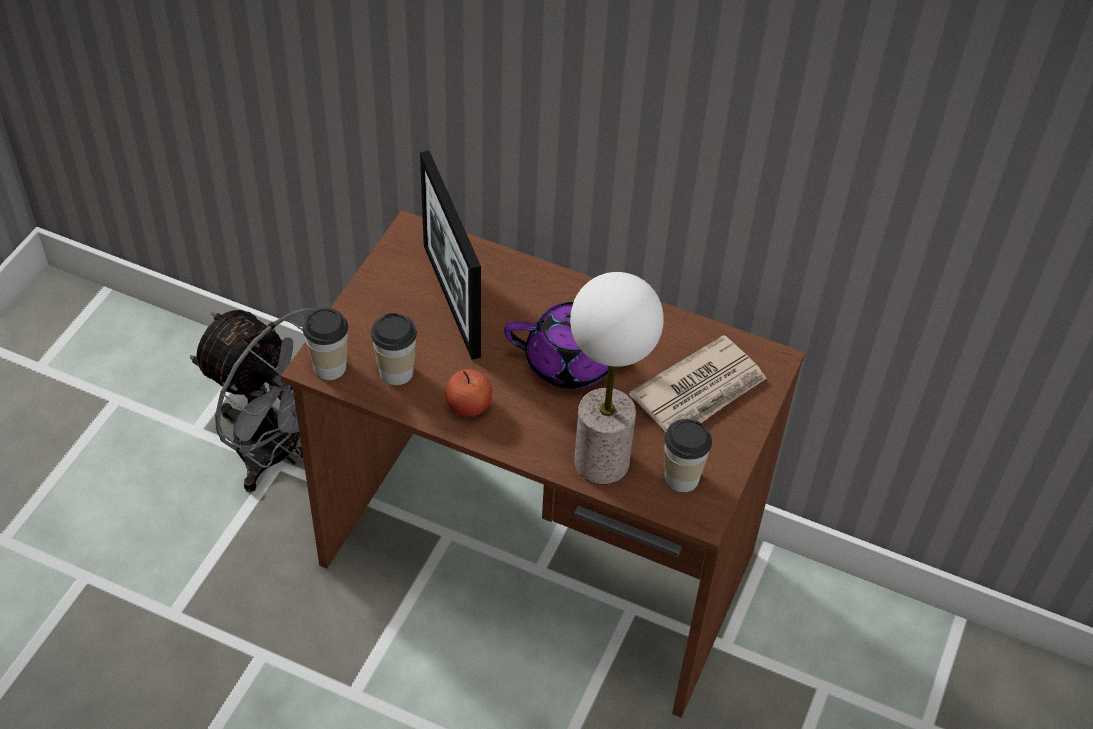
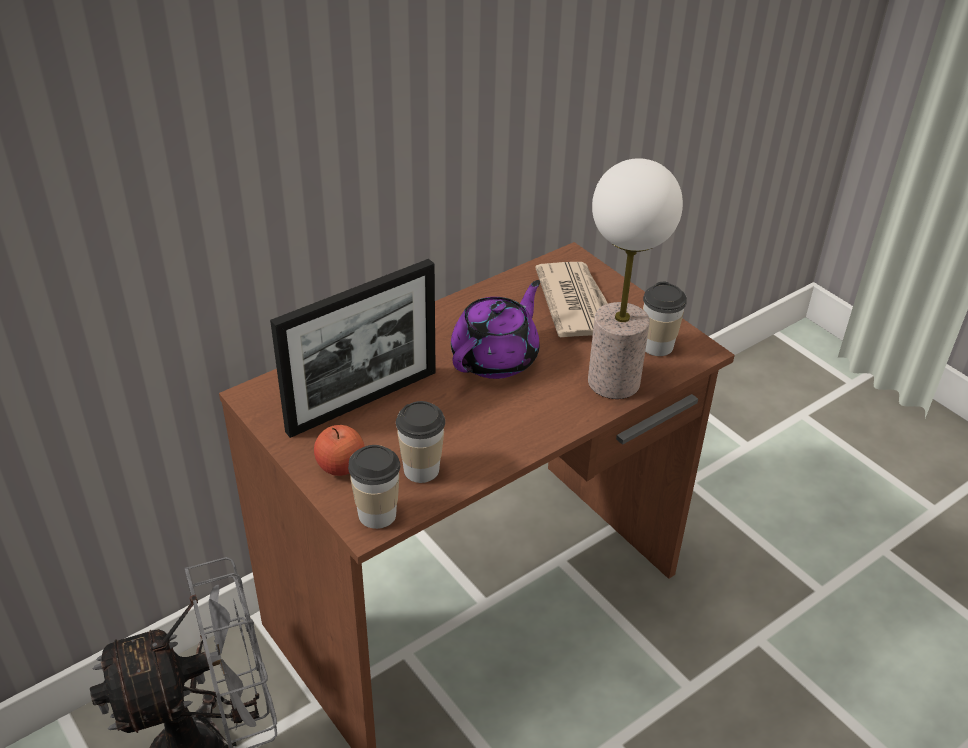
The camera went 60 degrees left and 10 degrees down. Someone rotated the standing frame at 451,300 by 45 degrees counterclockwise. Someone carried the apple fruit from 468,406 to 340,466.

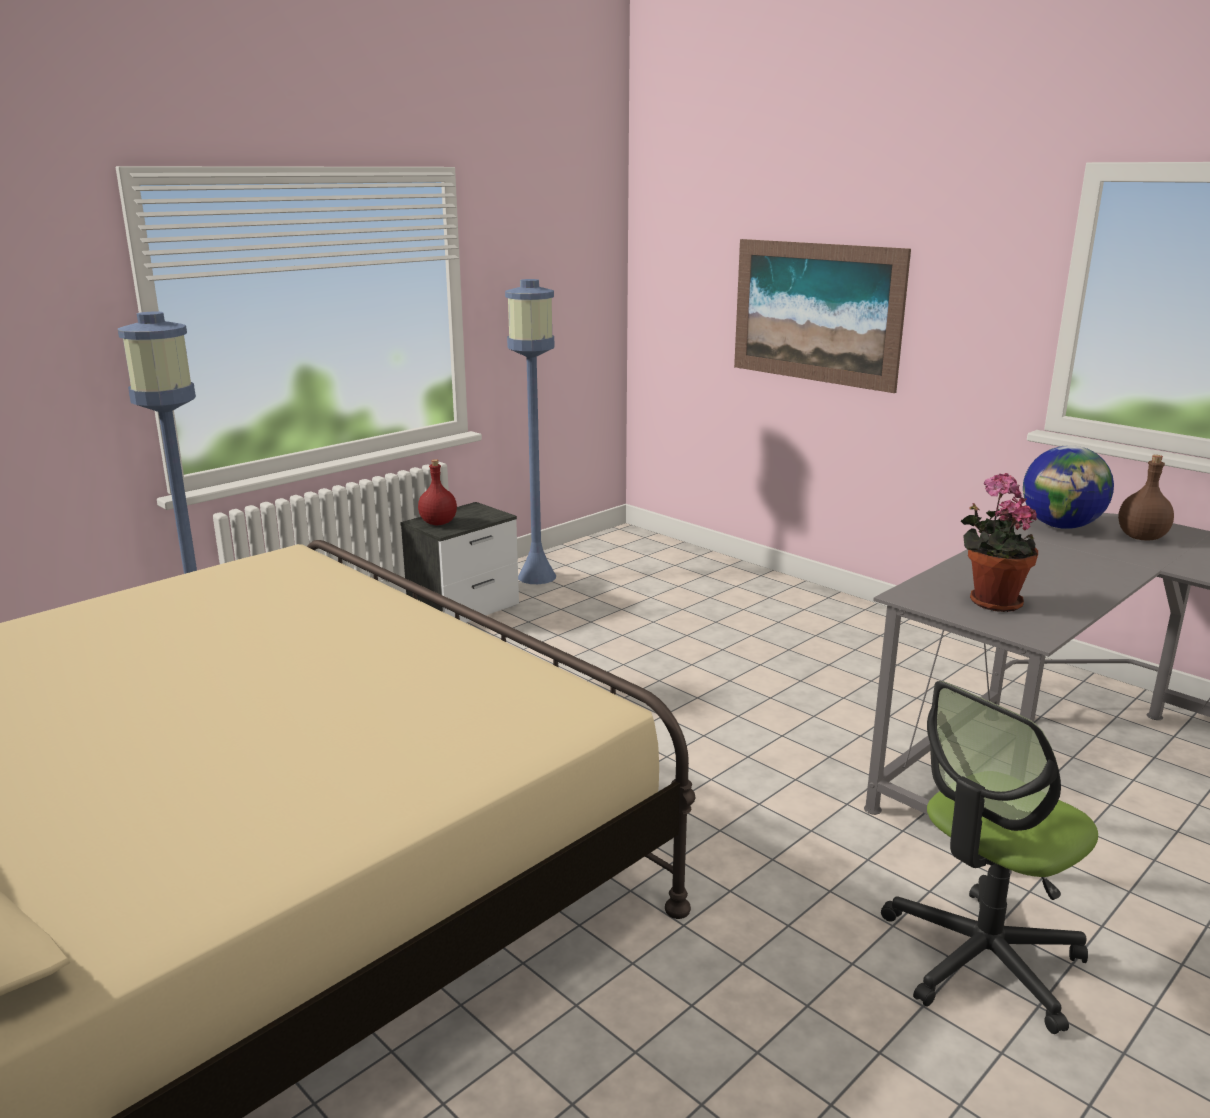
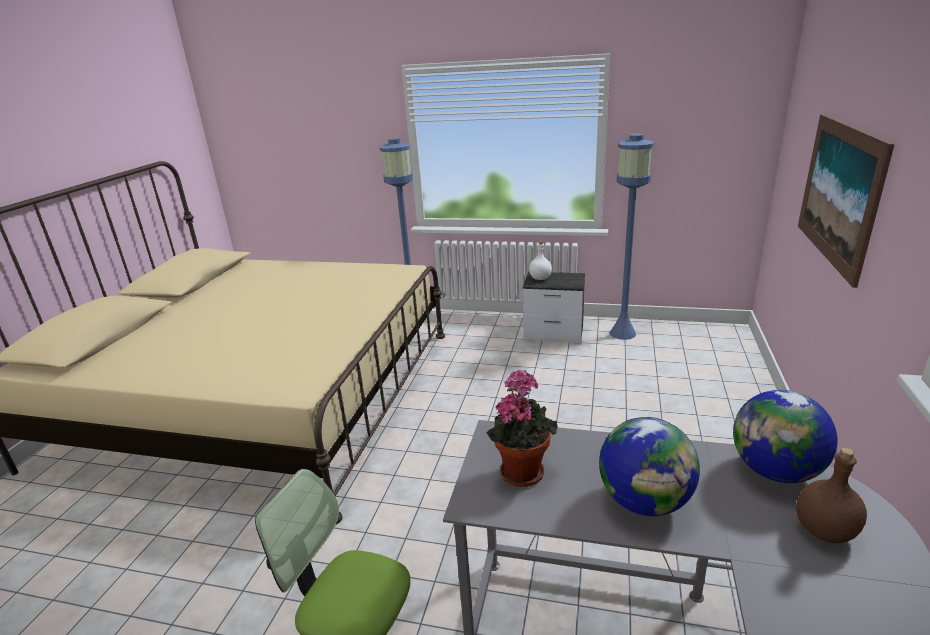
The camera went 60 degrees right and 5 degrees up. Someone repainted the bottle (reddish) at 439,523, which became the bottle (white-coloured) at 540,278. Someone put down the desk globe at 644,501.

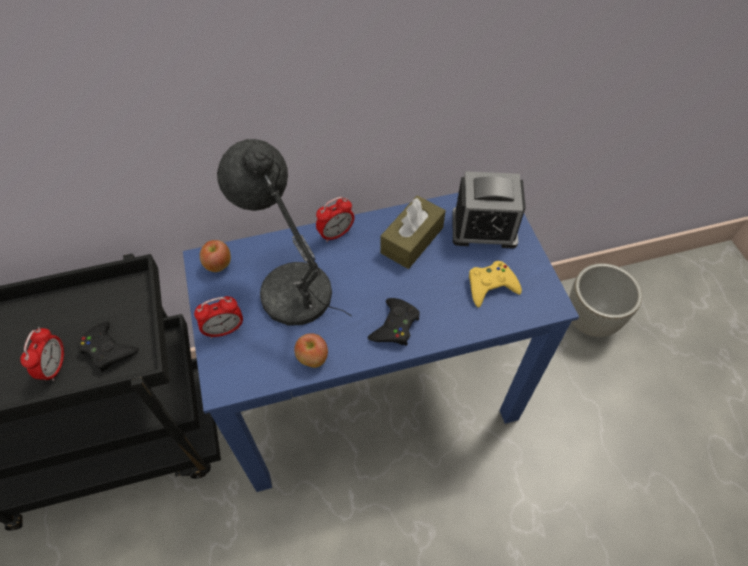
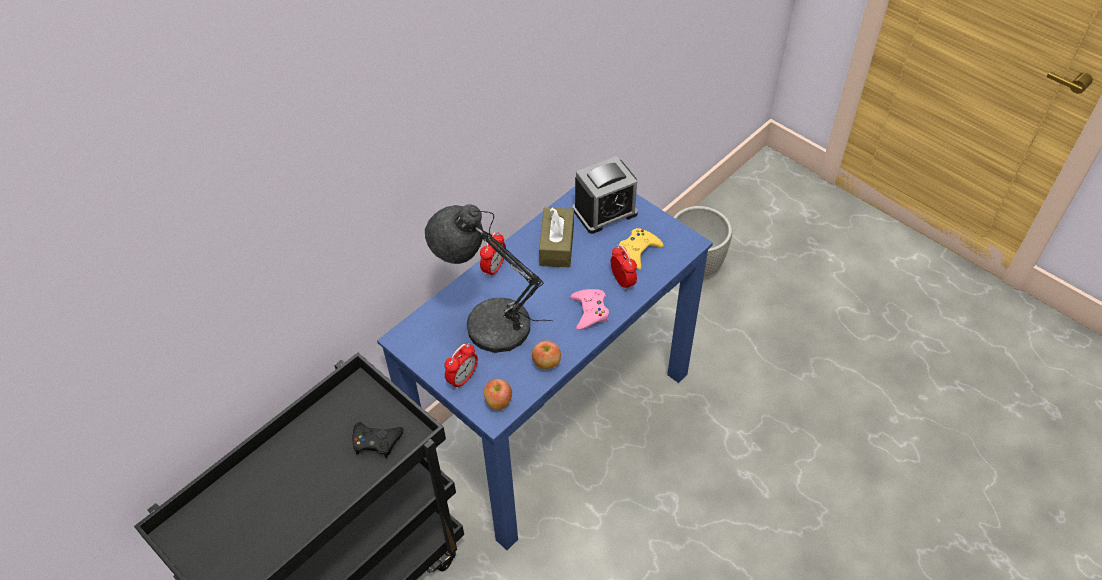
The camera went 30 degrees left and 5 degrees down. Someone carried the apple fruit from 218,265 to 498,402. Someone repainted the game controller (black-coloured) at 395,326, which became the game controller (pink-coloured) at 590,311. Someone carried the table clock from 55,367 to 622,281.

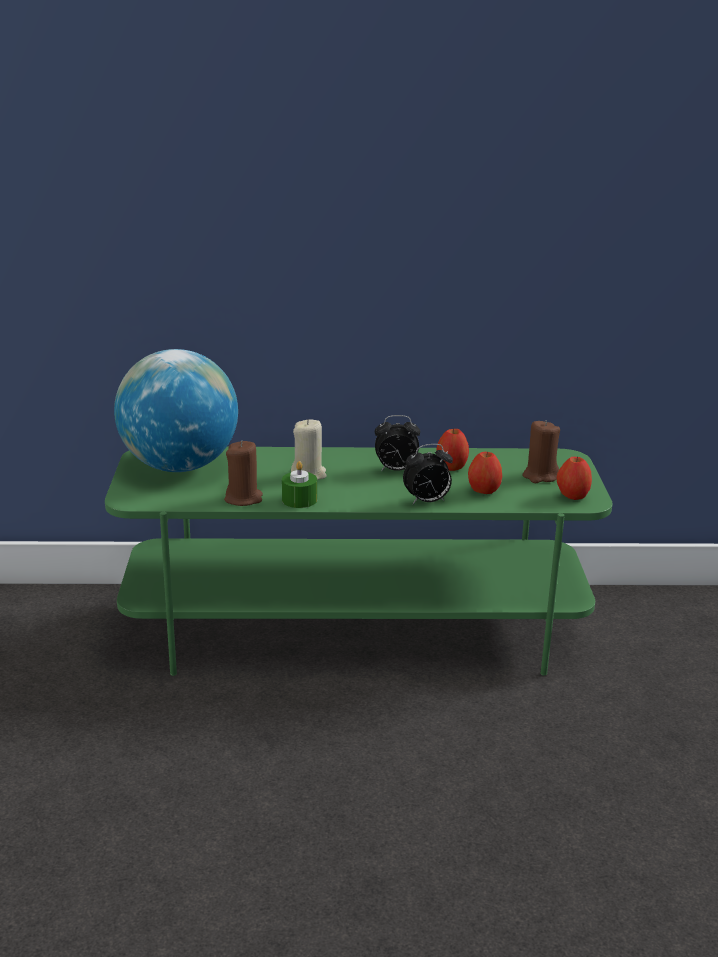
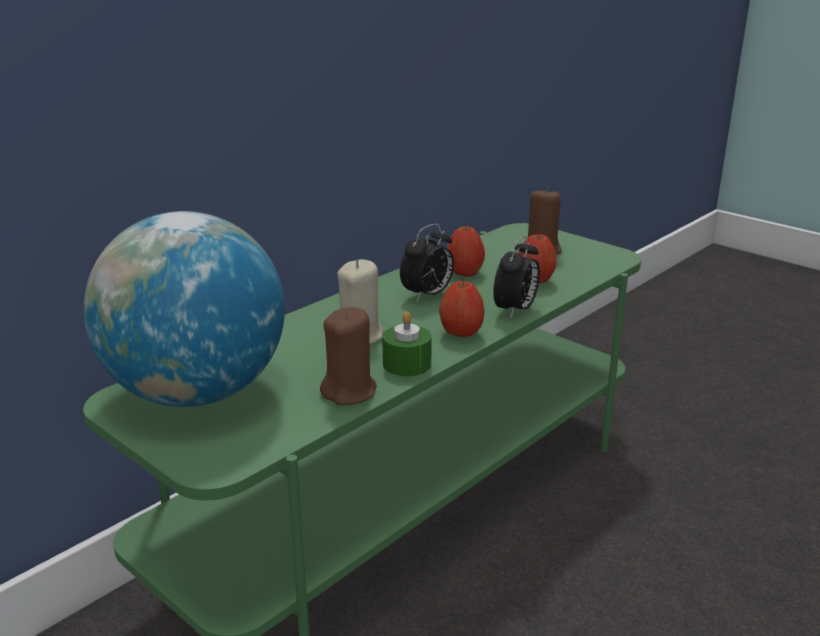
The camera went 45 degrees left and 0 degrees up. Someone carried the apple fruit from 572,496 to 461,333.

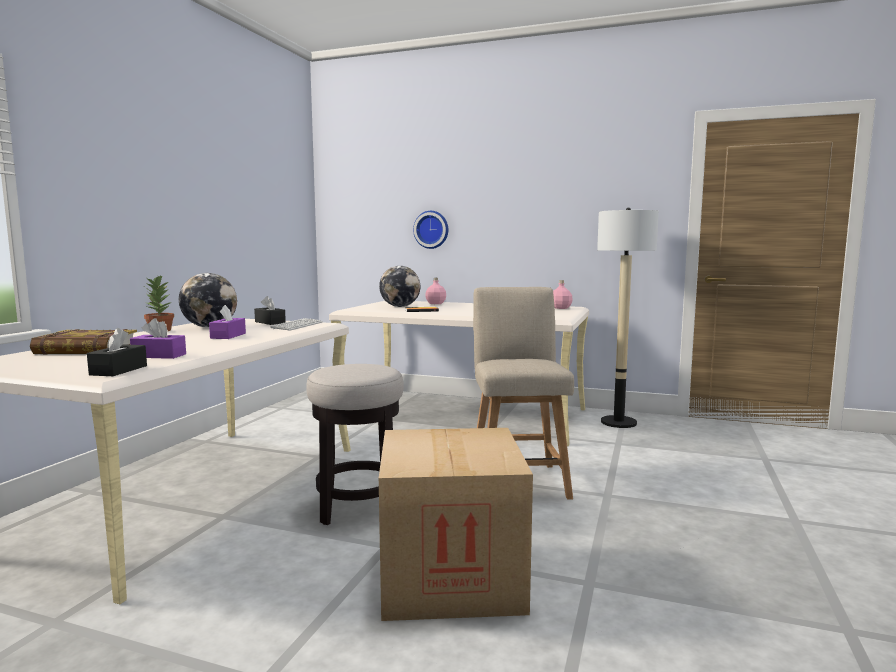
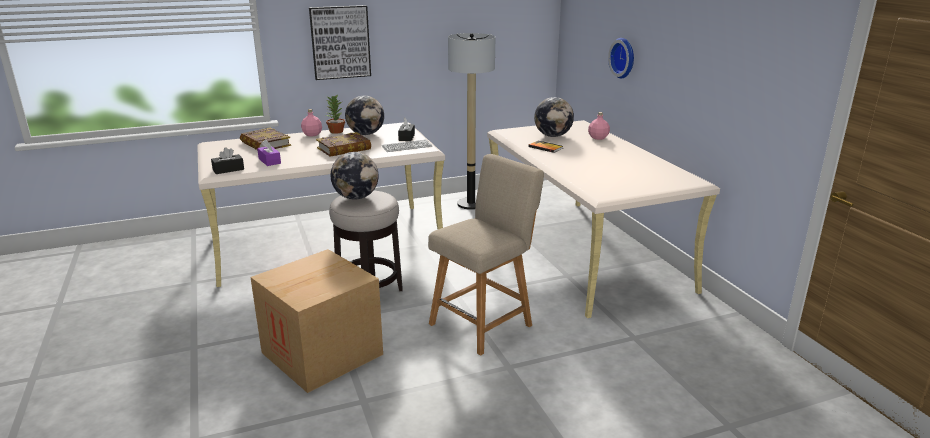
The camera went 50 degrees right and 15 degrees up. Someone carried the bottle (pink-coloured) from 560,308 to 312,134. Someone put up the wall art at 340,42. Someone swapped the tissue holder (purplish) at 228,336 for the book at 344,149. Someone put down the desk globe at 356,197. Someone carried the floor lamp from 618,422 to 471,204.

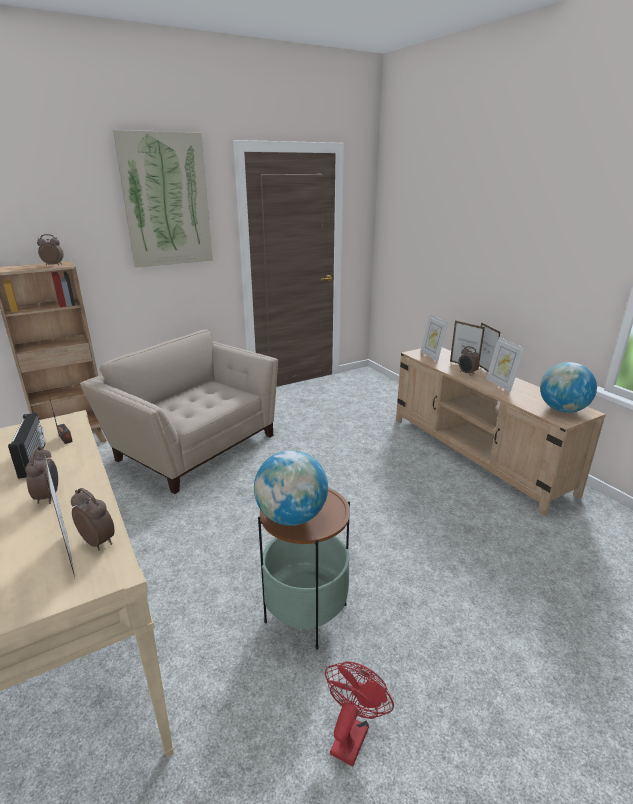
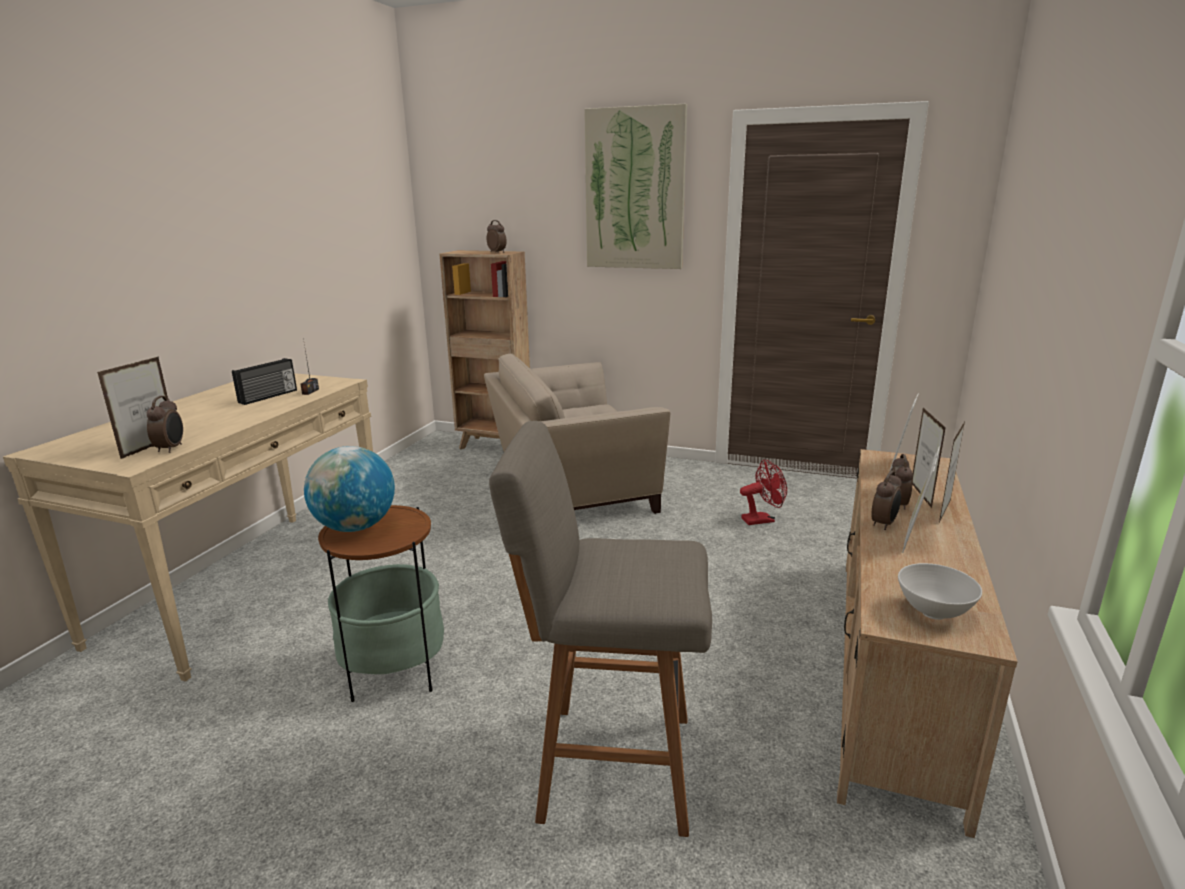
The camera went 50 degrees right and 5 degrees down. Someone rotated the armchair (sand-coloured) at 194,445 by 105 degrees counterclockwise. Someone put down the sitting stool (gray) at 610,765. Someone carried the fan (reddish) from 352,733 to 762,519. Someone carried the table clock from 49,497 to 884,524. Someone swapped the desk globe at 562,410 for the deep dish (white-coloured) at 933,612.

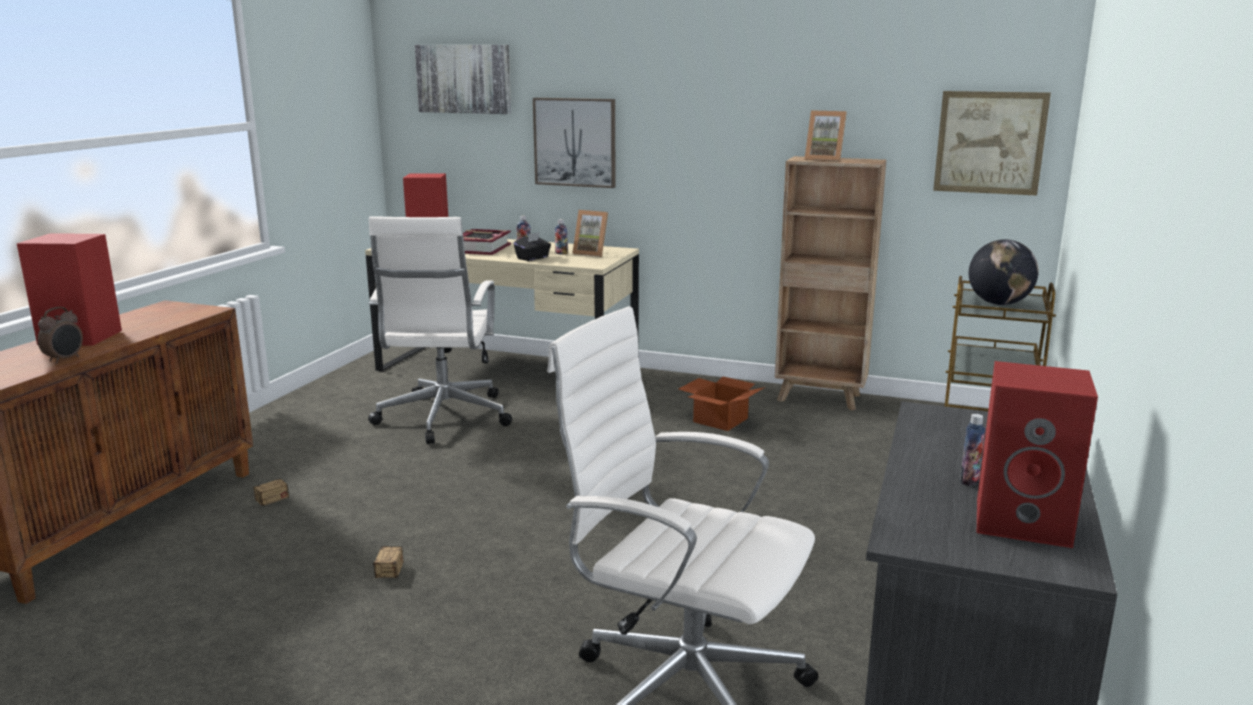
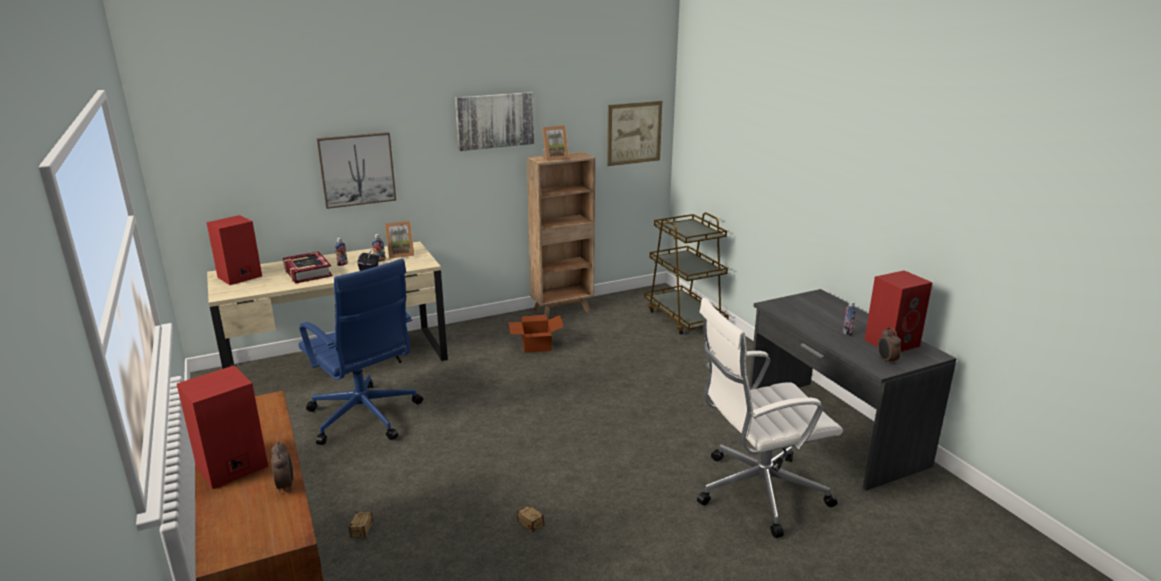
The camera went 45 degrees left and 5 degrees up. Someone repainted the computer chair (white-coloured) at 443,418, which became the computer chair (blue-coloured) at 365,417. Someone carried the wall art from 464,79 to 495,120. Someone put down the table clock at 886,361. Someone took away the desk globe at 999,304.

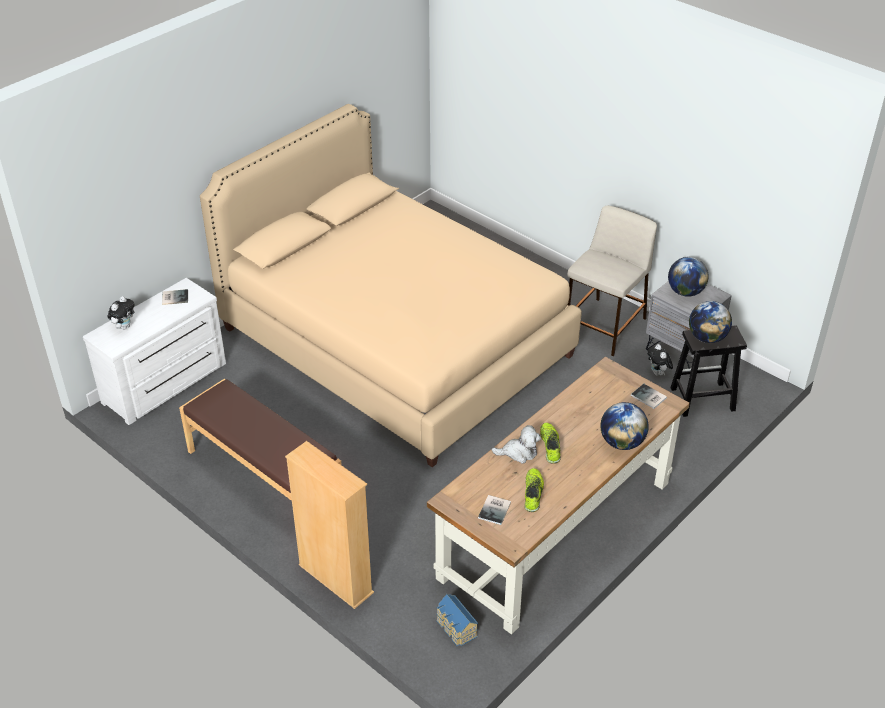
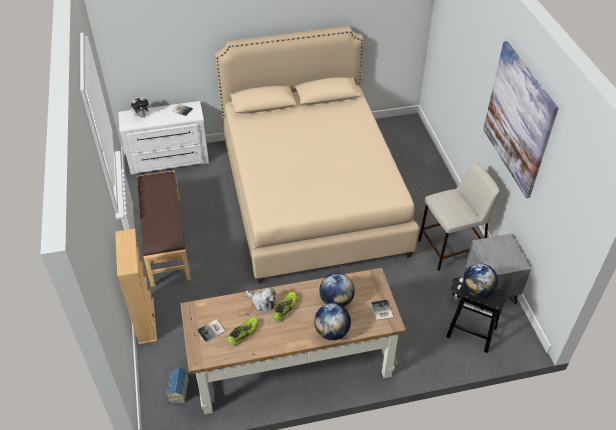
The camera went 35 degrees right and 5 degrees up. Someone carried the desk globe from 685,292 to 336,301. Someone put up the wall art at 518,119.

